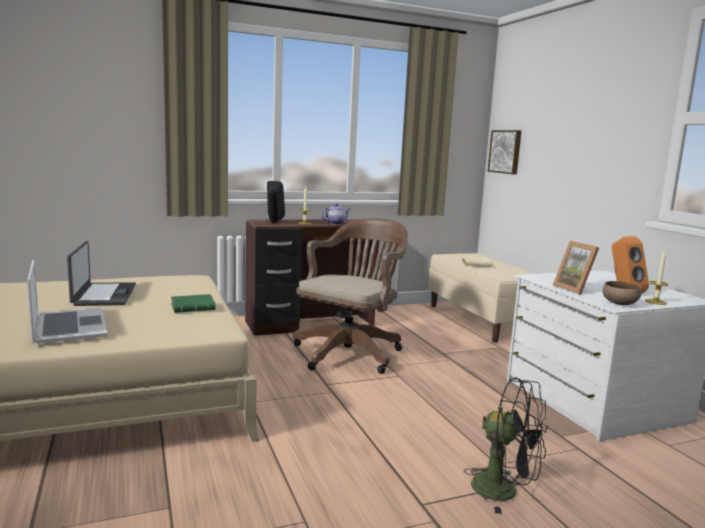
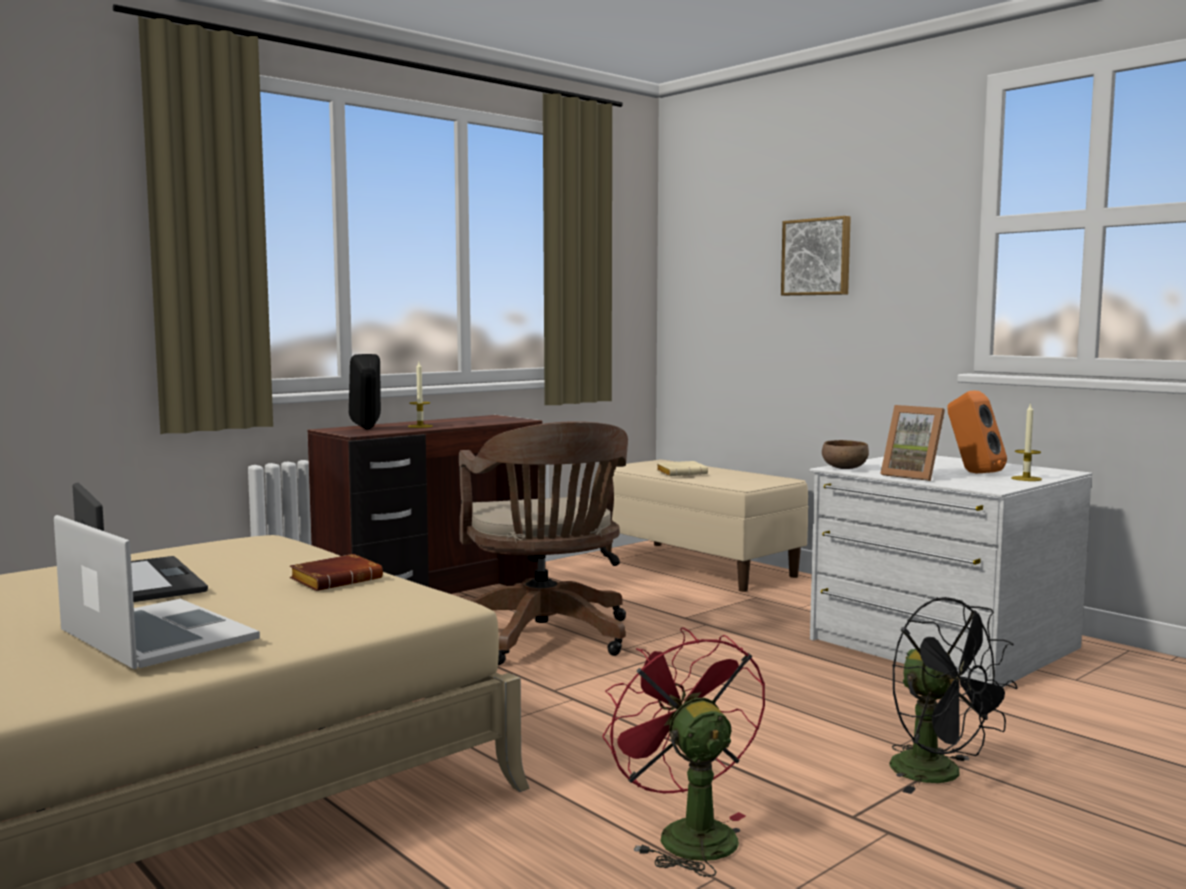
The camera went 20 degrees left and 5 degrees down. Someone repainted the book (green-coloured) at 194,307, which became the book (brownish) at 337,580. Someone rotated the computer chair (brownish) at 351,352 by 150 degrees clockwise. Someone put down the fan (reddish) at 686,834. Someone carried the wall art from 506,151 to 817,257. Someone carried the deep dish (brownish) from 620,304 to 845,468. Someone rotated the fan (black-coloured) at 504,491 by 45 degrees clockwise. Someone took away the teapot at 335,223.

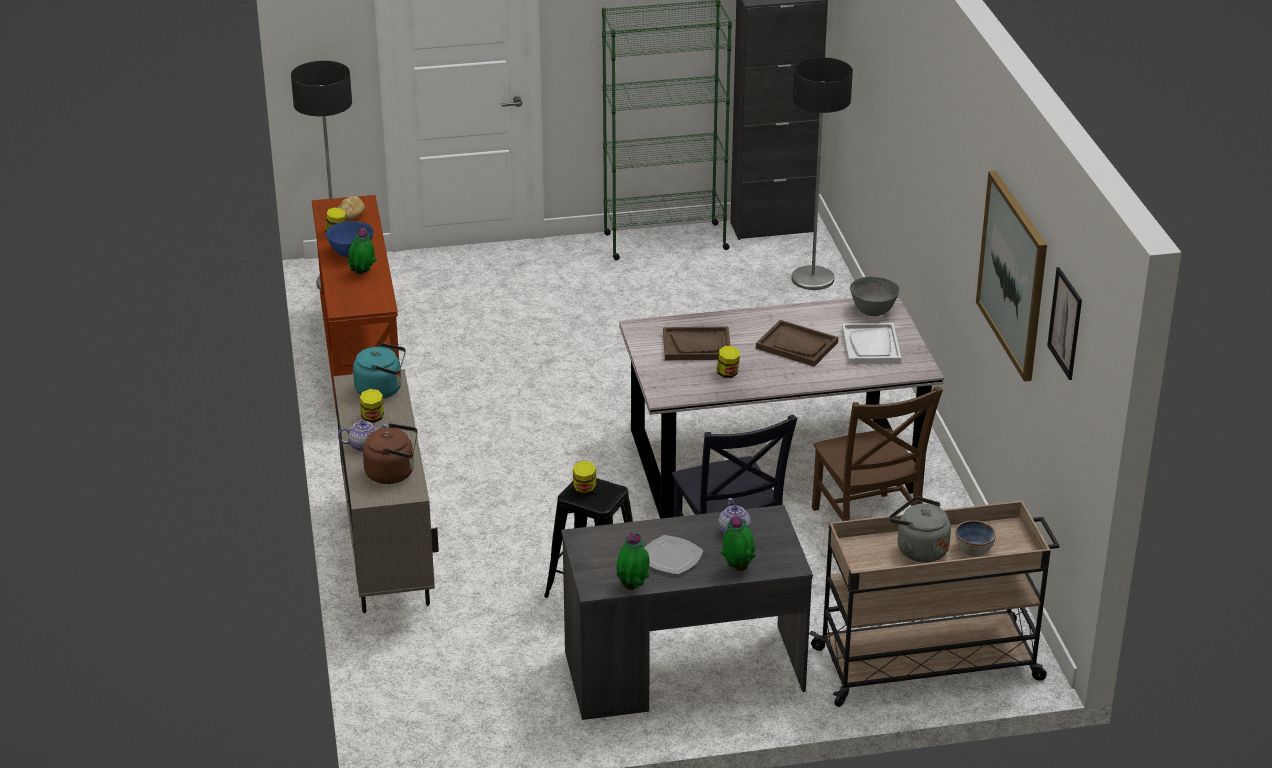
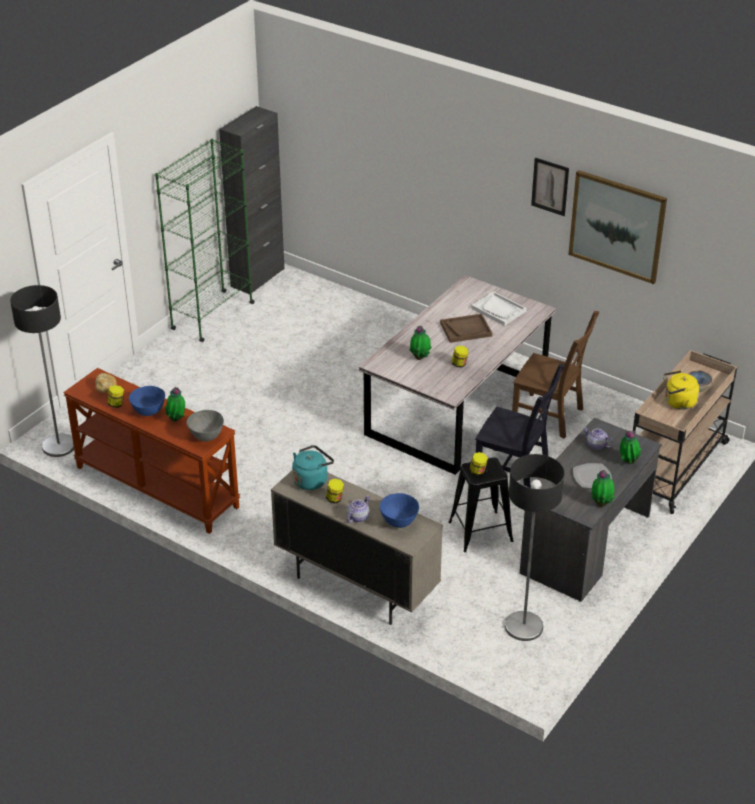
The camera went 45 degrees left and 5 degrees up. Someone carried the deep dish (gray) from 873,312 to 206,437. Someone swapped the water kettle (brownish) at 393,473 for the deep dish (blue-coloured) at 399,522. Someone swapped the carrying tray (brownish) at 697,346 for the potted plant at 420,358. Someone carried the floor lamp from 812,279 to 523,627. Someone carried the wall art from 1065,323 to 550,186. Someone repainted the water kettle (gray) at 918,549, which became the water kettle (yellow-coloured) at 678,402.

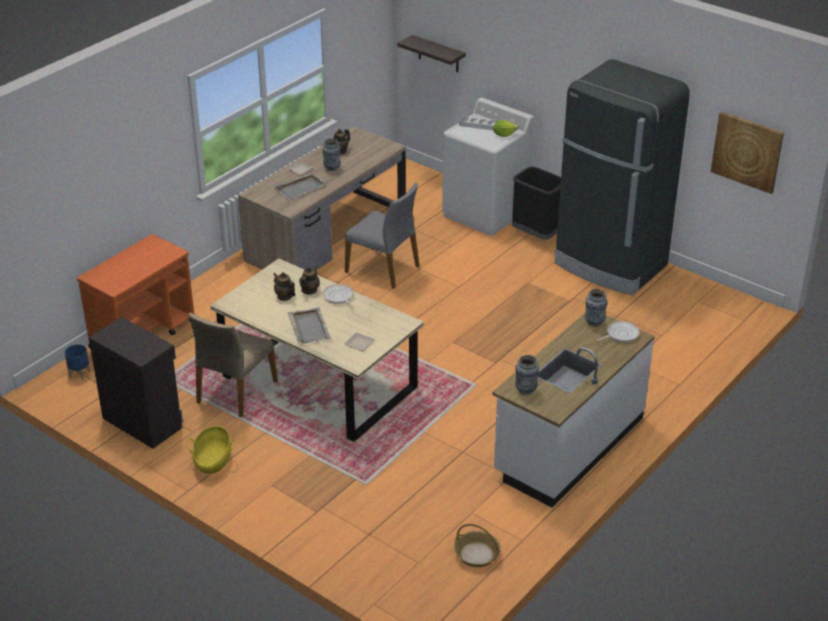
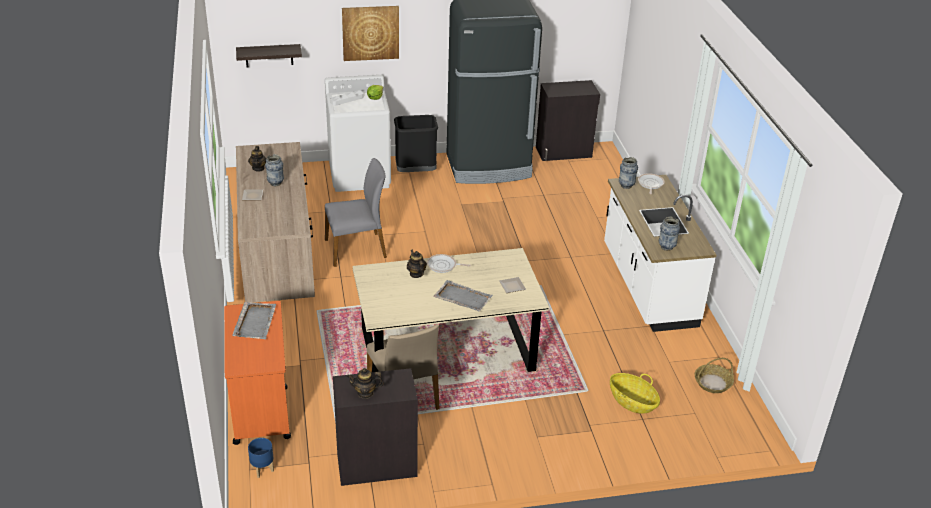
The camera went 50 degrees left and 0 degrees up. Someone carried the carrying tray (gray) from 300,187 to 255,321. Someone carried the wall art from 747,152 to 370,32. Someone carried the teapot from 284,296 to 365,393. Someone put down the cabinet (black-coloured) at 564,152. Someone carried the household basket from 213,460 to 632,402.

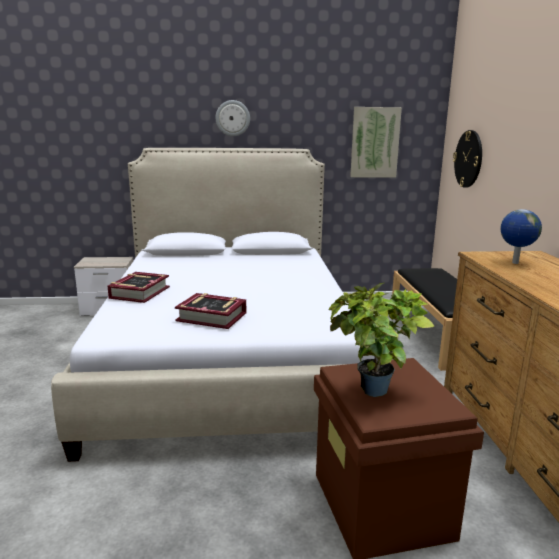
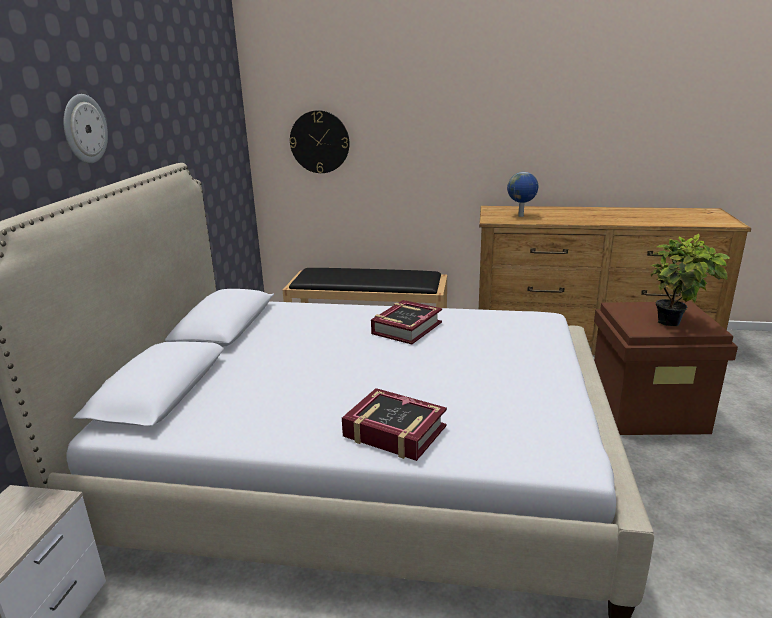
The camera went 75 degrees left and 5 degrees up. Someone carried the book from 212,317 to 406,328. Someone took away the wall art at 374,142.

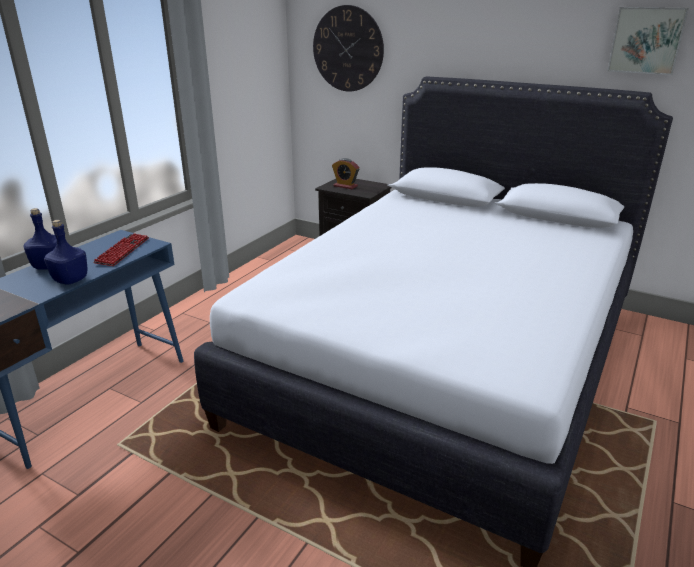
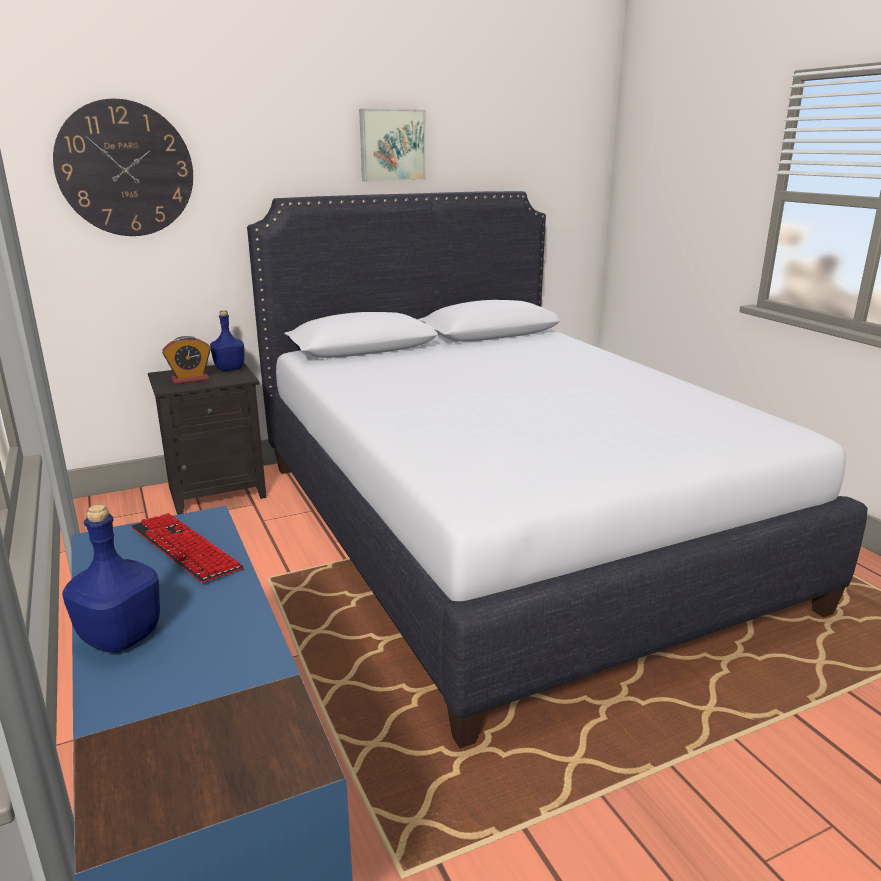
The camera went 55 degrees left and 5 degrees down. Someone carried the bottle (blue-coloured) from 70,280 to 229,368. Someone carried the wall art from 646,40 to 392,145.

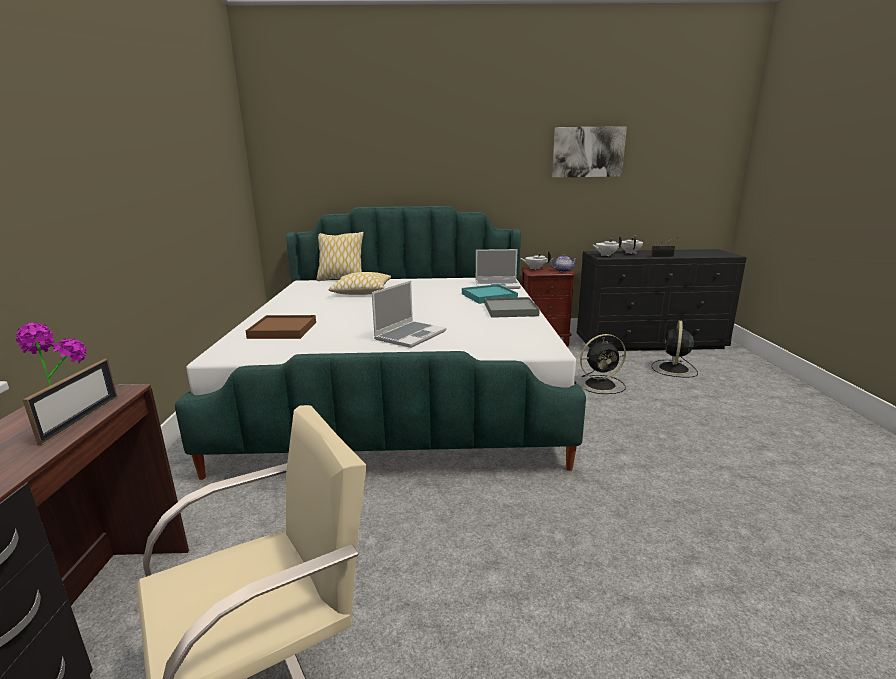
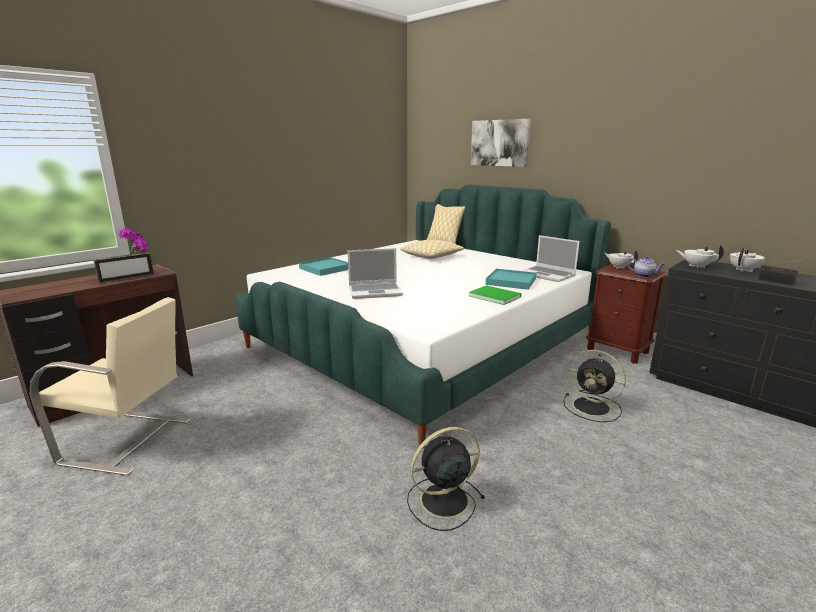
The camera went 45 degrees right and 0 degrees up. Someone repainted the carrying tray (brownish) at 283,330, which became the carrying tray (turquoise) at 325,268. Someone carried the fan (black-coloured) from 673,369 to 442,501. Someone swapped the carrying tray (gray) at 510,310 for the book (green-coloured) at 494,296. Someone carried the wall art from 588,152 to 500,143.

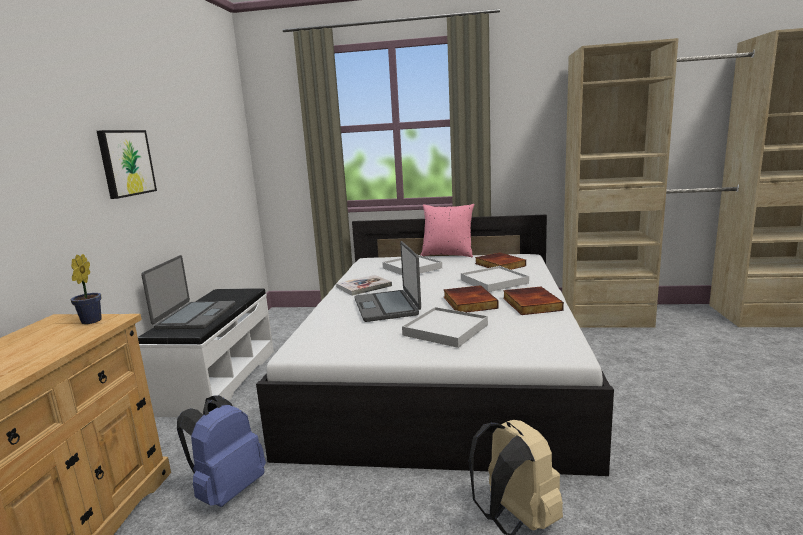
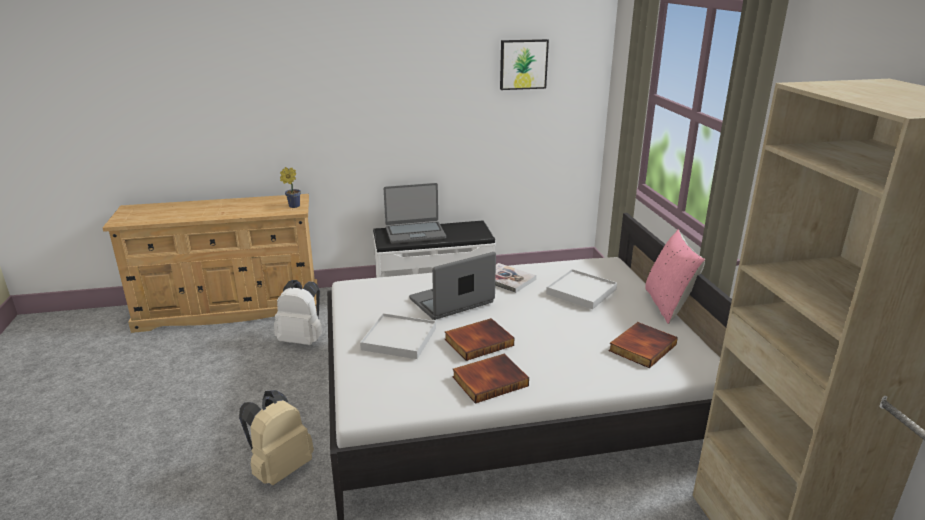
The camera went 70 degrees right and 10 degrees up. Someone repainted the knapsack (blue-coloured) at 227,490, which became the knapsack (white-coloured) at 302,340. Someone carried the wall art from 125,163 to 523,64. Someone took away the carrying tray (white-coloured) at 494,282.

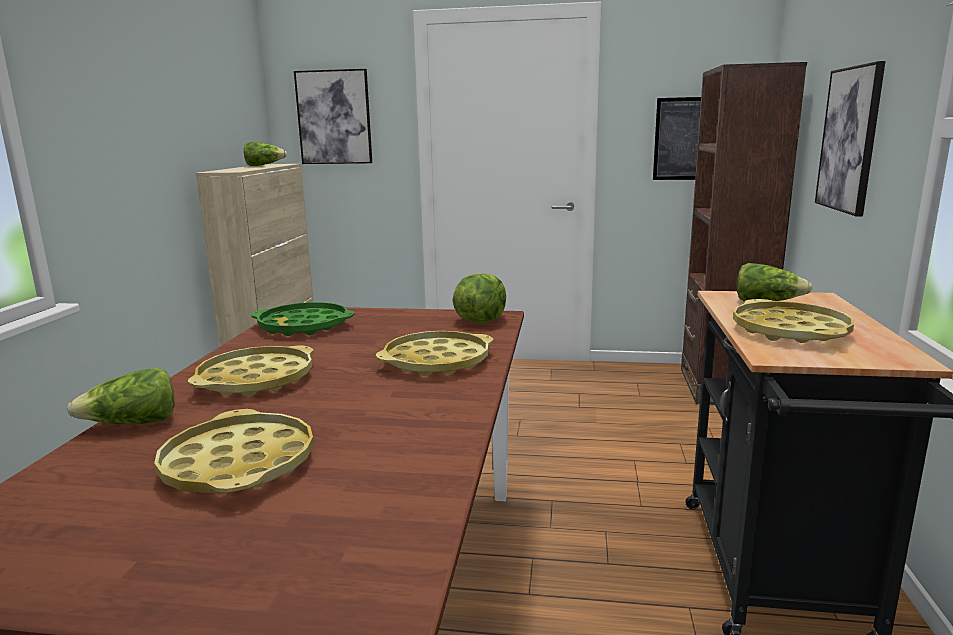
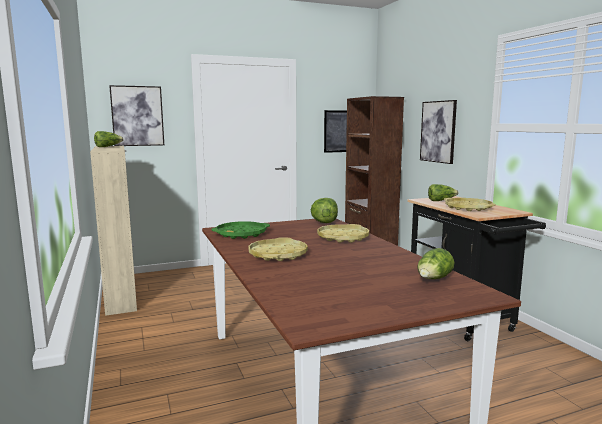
The camera went 30 degrees left and 5 degrees down. Someone carried the lettuce head from 133,424 to 433,279. Someone took away the carrying tray (yellow-coloured) at 239,464.

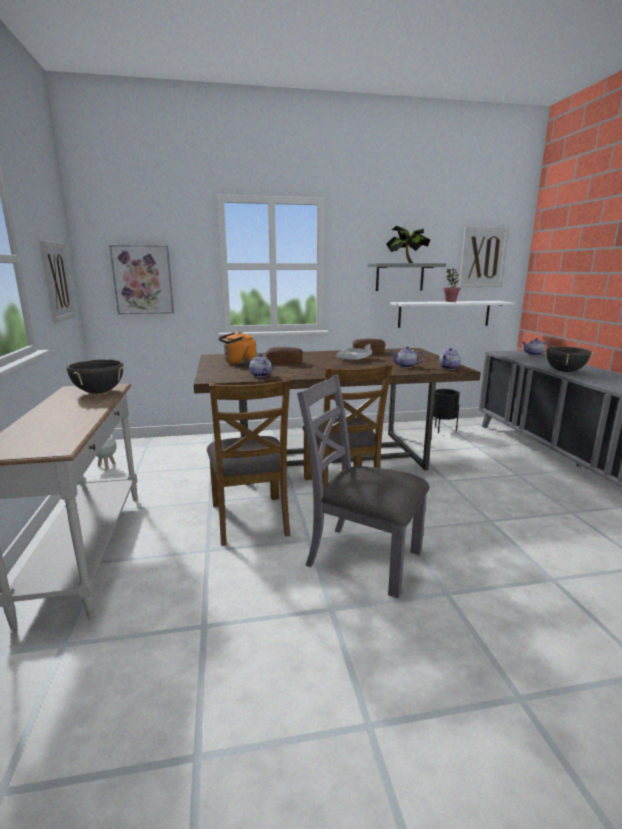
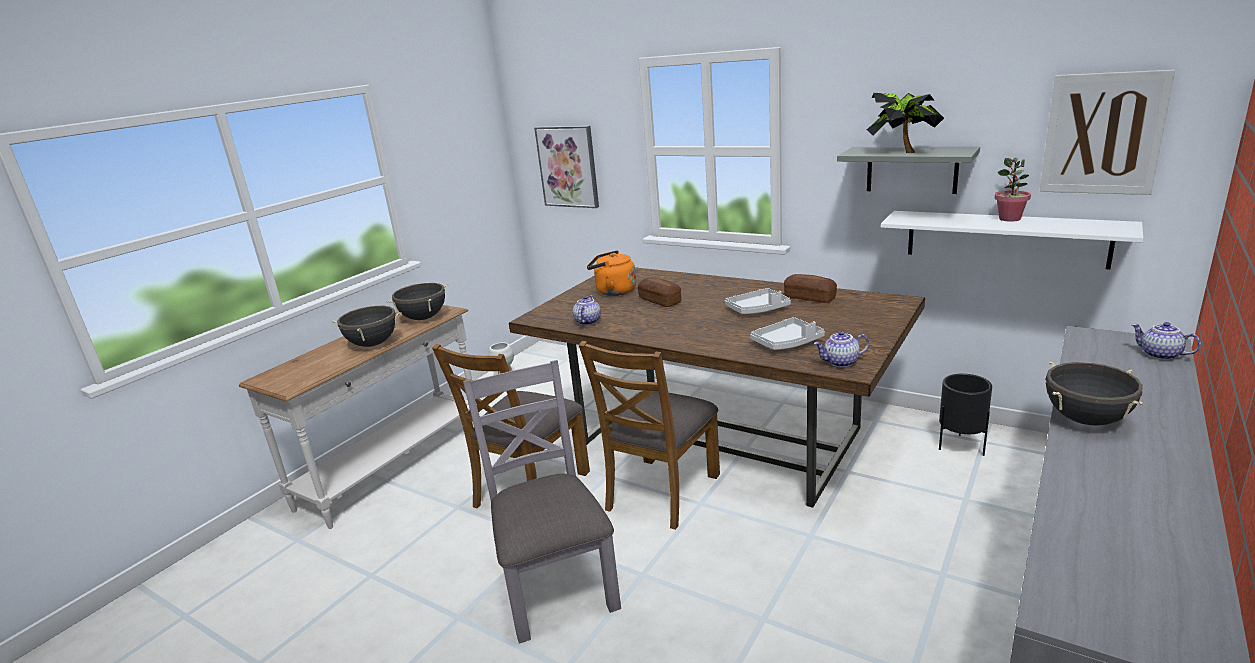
The camera went 45 degrees right and 5 degrees up. Someone put down the saucepot (black-coloured) at 373,344. Someone swapped the teapot at 405,366 for the carrying tray (gray) at 787,343. Someone took away the wall art at 57,281.

